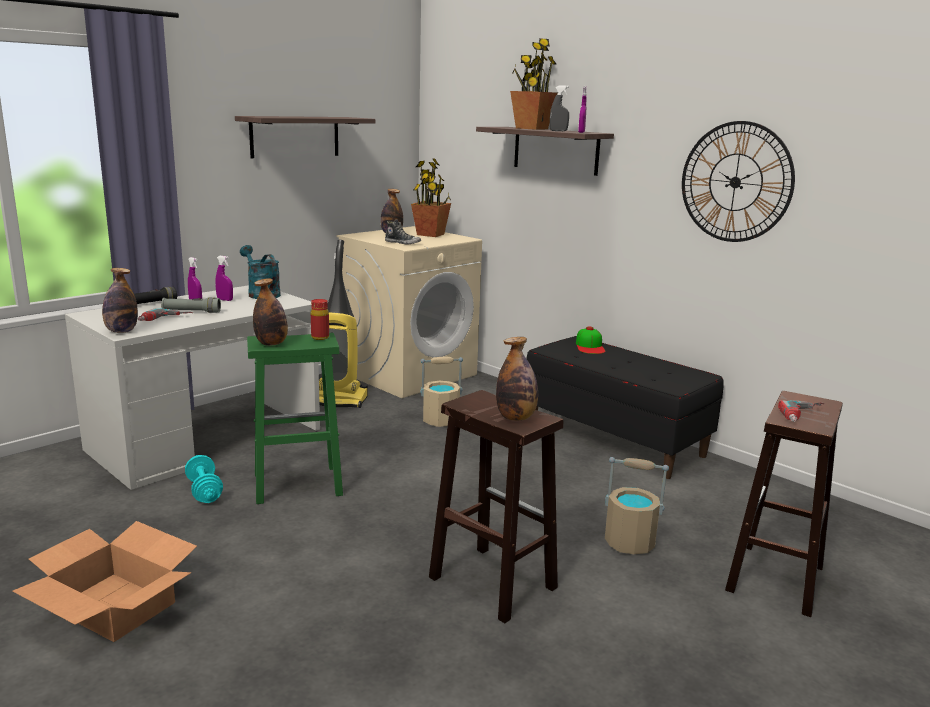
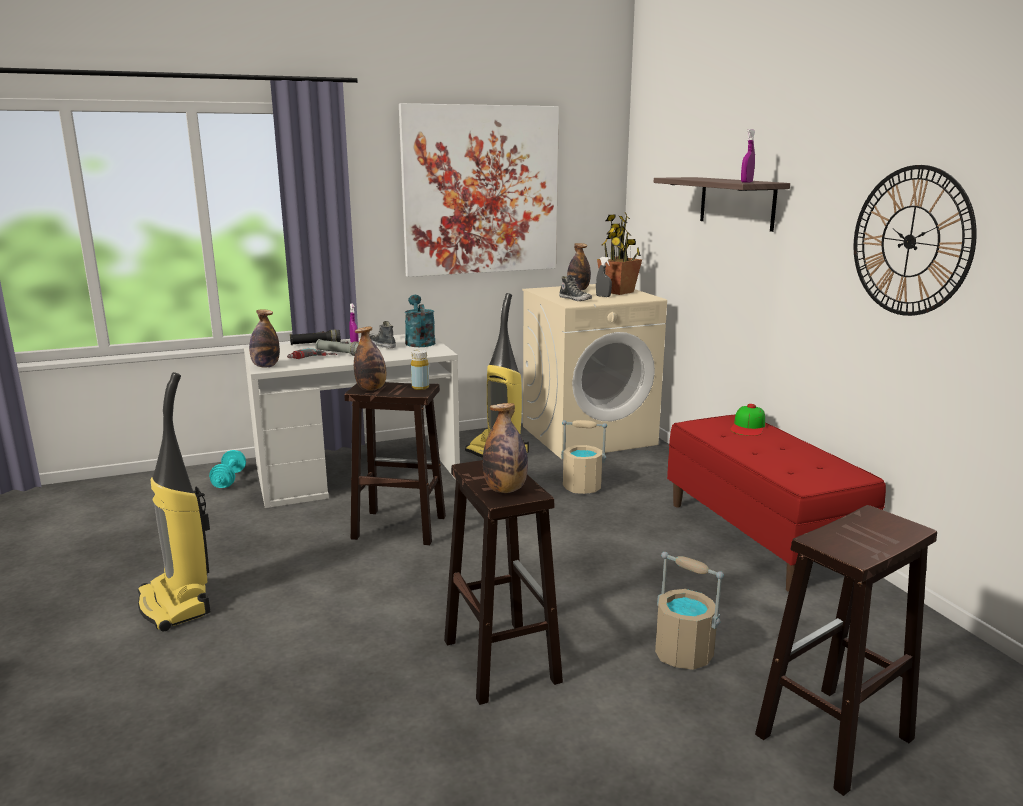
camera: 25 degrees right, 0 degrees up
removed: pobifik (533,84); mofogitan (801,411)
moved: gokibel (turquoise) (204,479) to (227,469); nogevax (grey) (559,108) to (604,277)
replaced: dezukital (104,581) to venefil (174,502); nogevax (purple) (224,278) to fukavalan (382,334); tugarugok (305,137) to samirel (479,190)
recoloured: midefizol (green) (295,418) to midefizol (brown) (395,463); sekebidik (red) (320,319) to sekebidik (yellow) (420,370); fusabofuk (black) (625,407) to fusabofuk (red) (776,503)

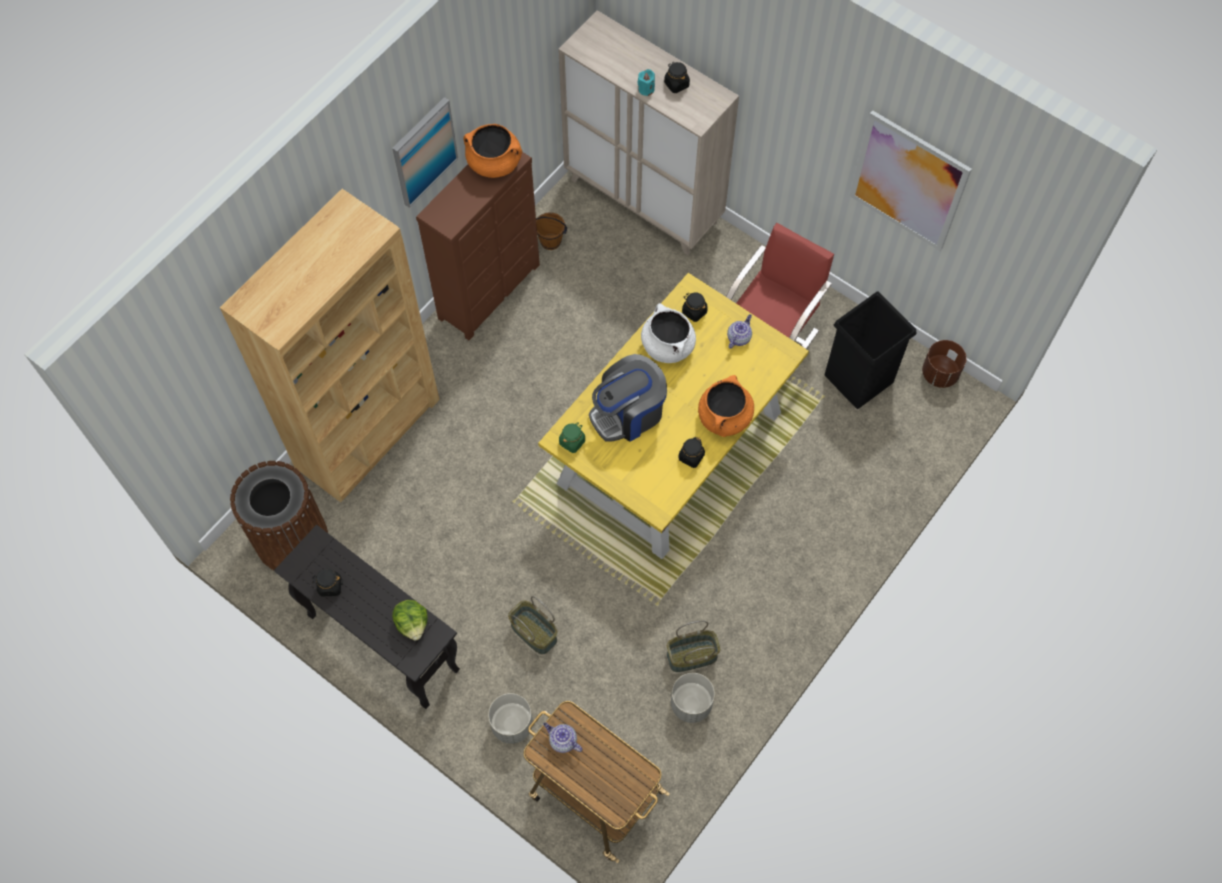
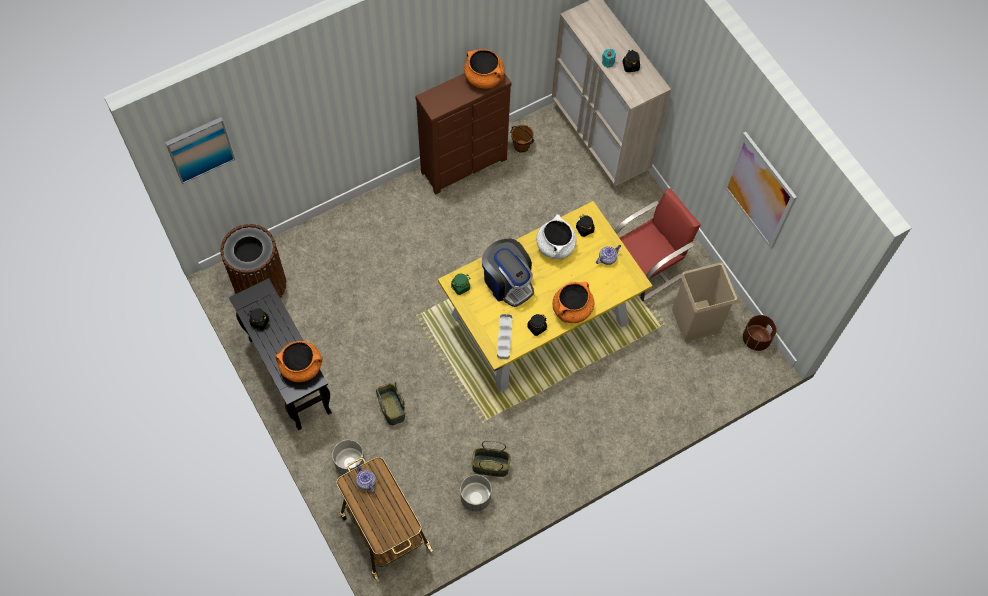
camera: 20 degrees right, 0 degrees up
removed: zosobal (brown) (330,345)
added: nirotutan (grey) (504,336)
moved: samirel (425,152) to (200,150)
replaced: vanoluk (410,620) to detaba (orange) (299,361)
recoloured: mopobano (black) (870,350) to mopobano (beige) (704,302)
turned: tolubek (628,398) = (508,273) 120 degrees counterclockwise

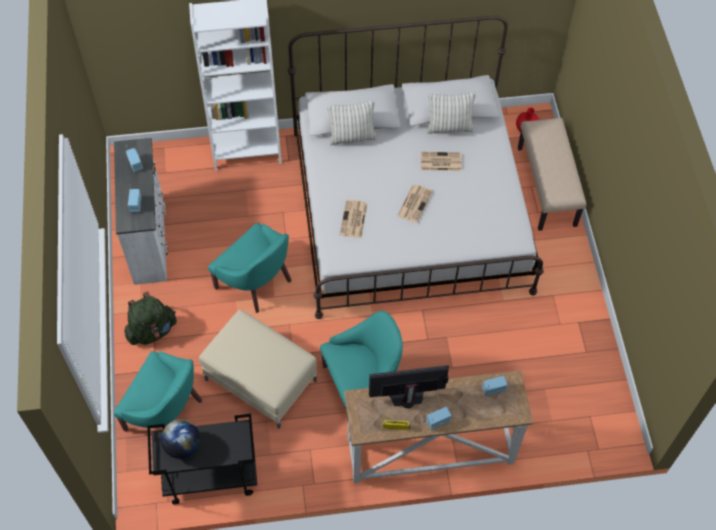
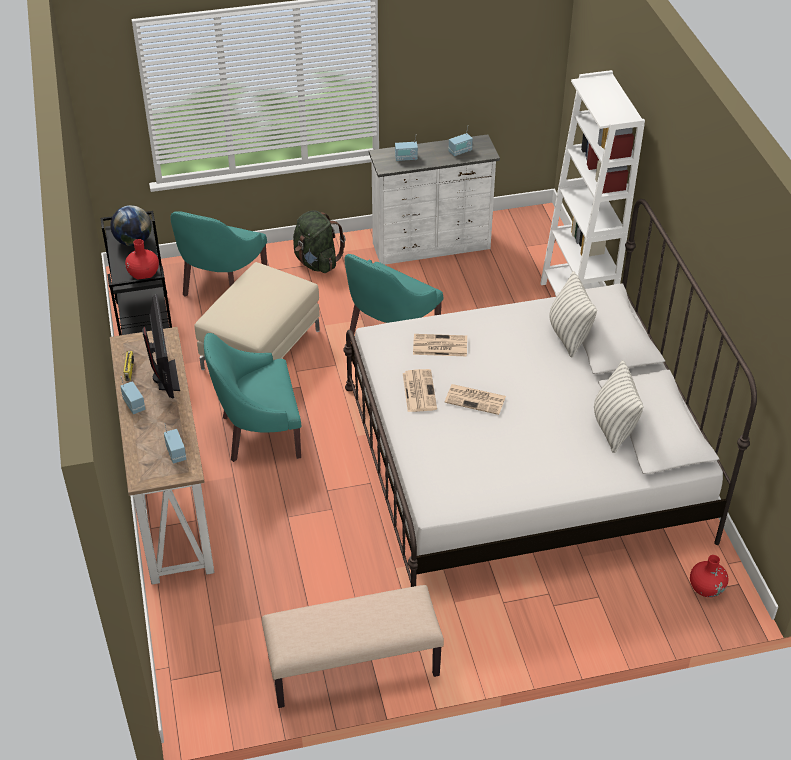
camera: 85 degrees right, 15 degrees down
added: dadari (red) (142,259)
moved: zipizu (441,161) to (420,390); fusabofuk (beige) (552,174) to (353,646)
turned: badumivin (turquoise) (361,367) = (252,397) 105 degrees clockwise

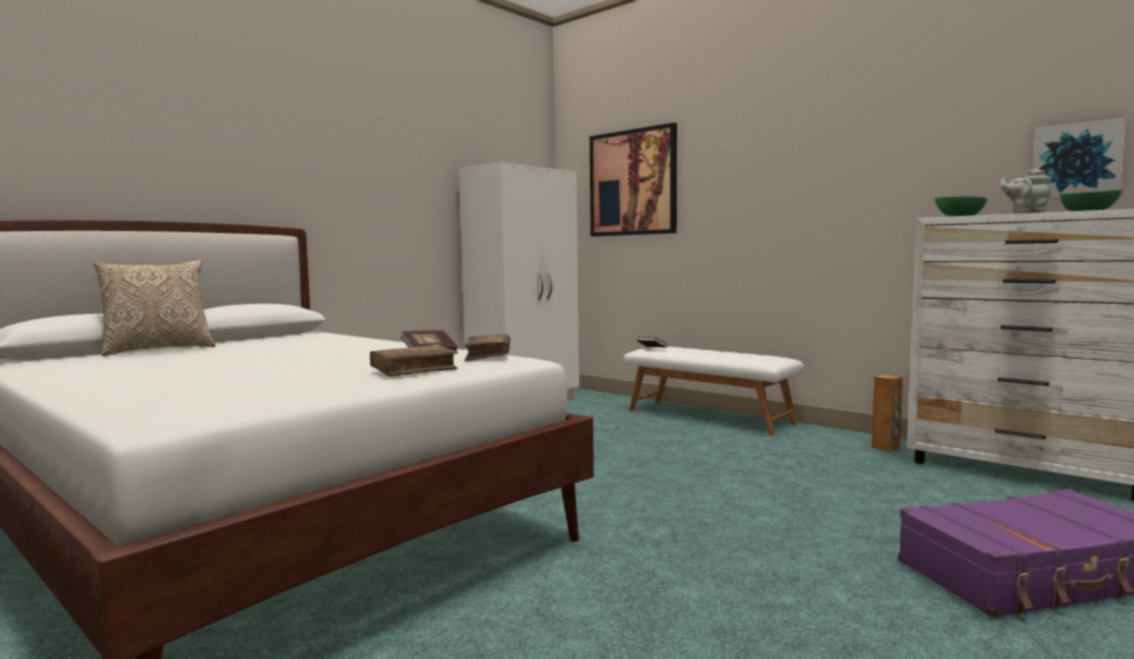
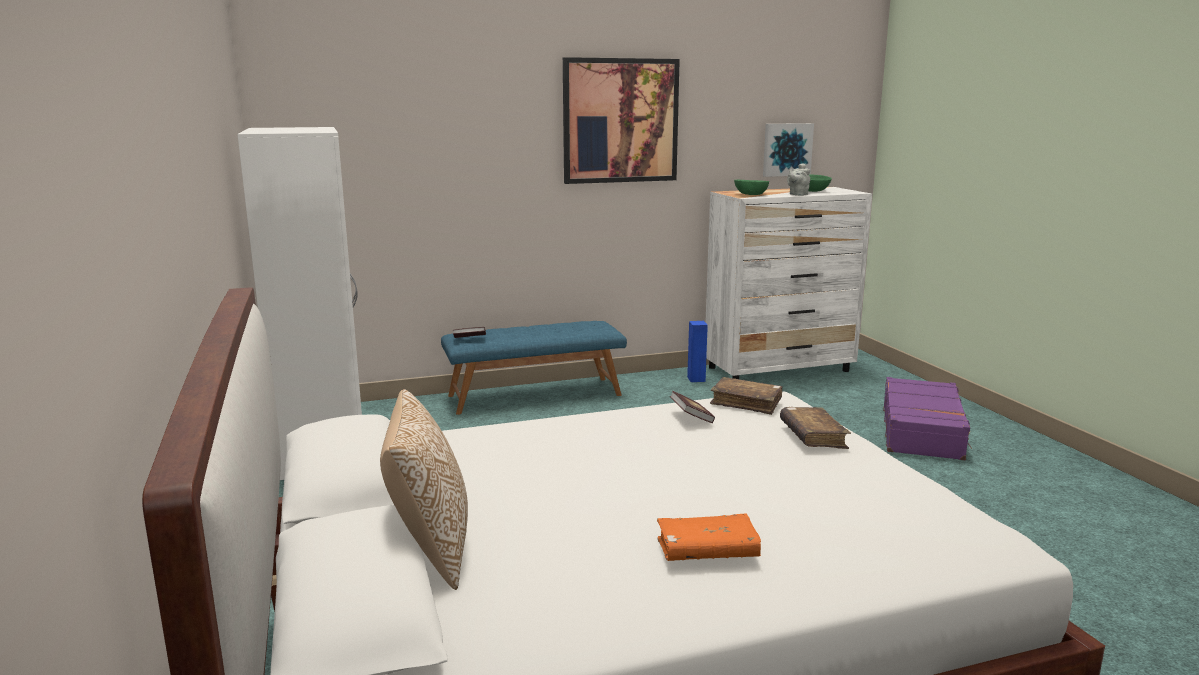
camera: 60 degrees left, 10 degrees up
added: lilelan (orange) (709,537)
moved: samirel (633,179) to (621,120)
recoloured: fusabofuk (white) (714,391) to fusabofuk (blue) (534,368); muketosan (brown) (887,413) to muketosan (blue) (697,351)

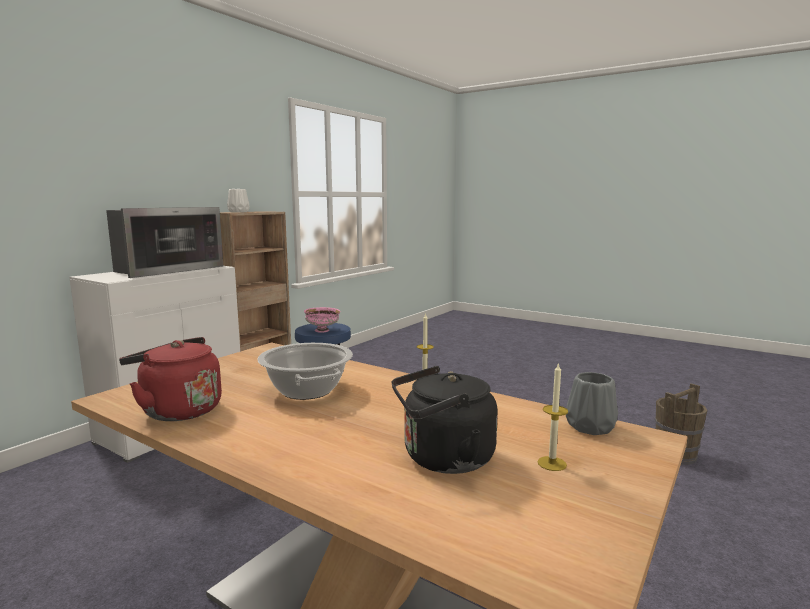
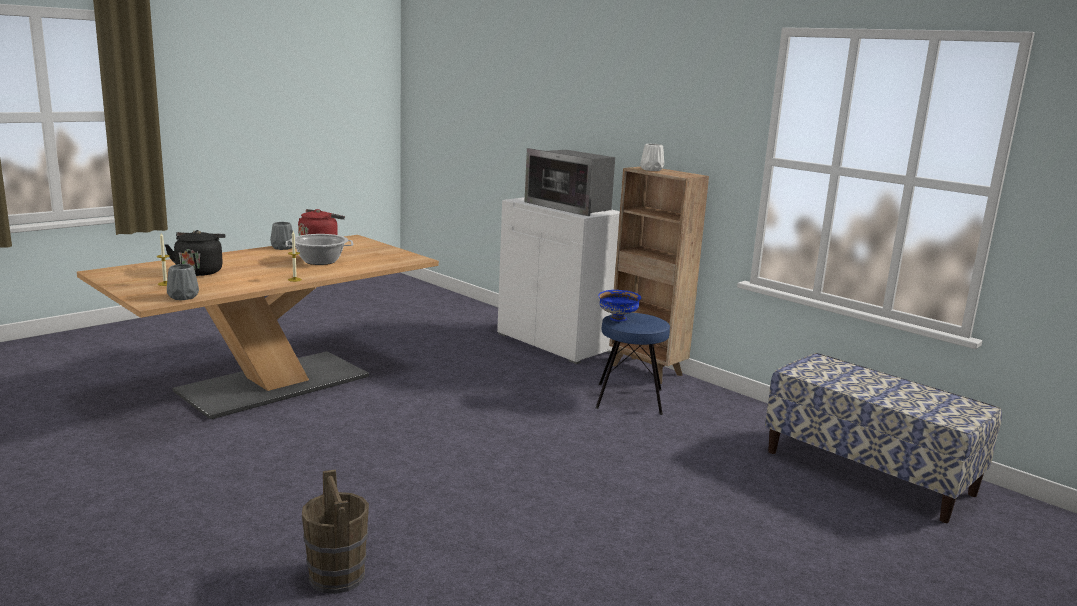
camera: 100 degrees right, 5 degrees up
added: dadari (grey) (281,236); fusabofuk (883,438)
recoloured: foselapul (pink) (322,320) to foselapul (blue) (619,306)

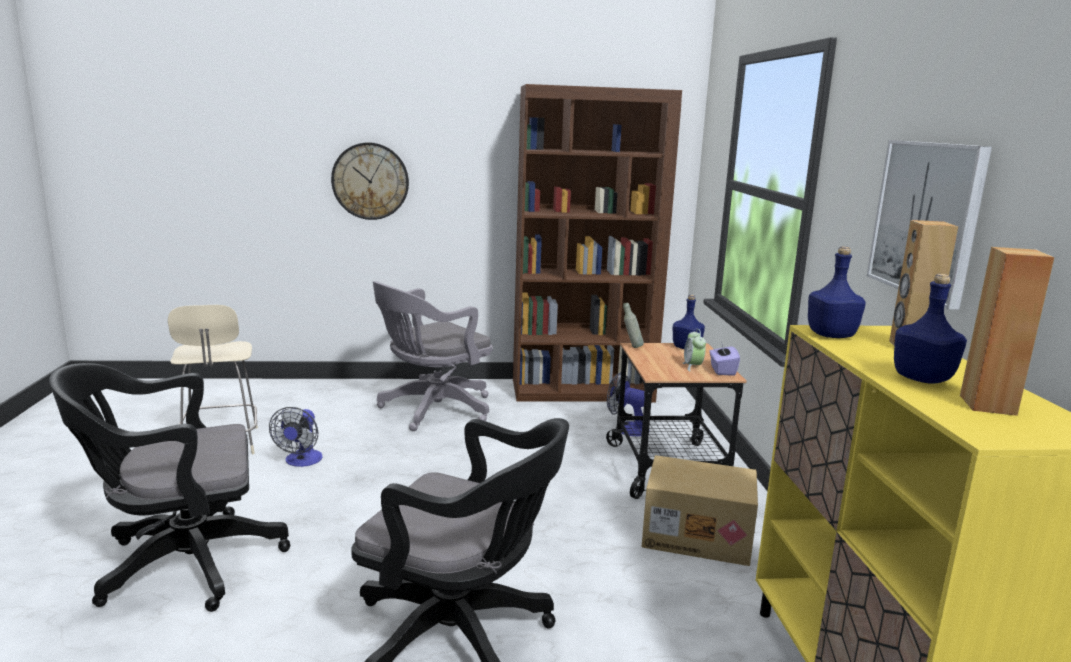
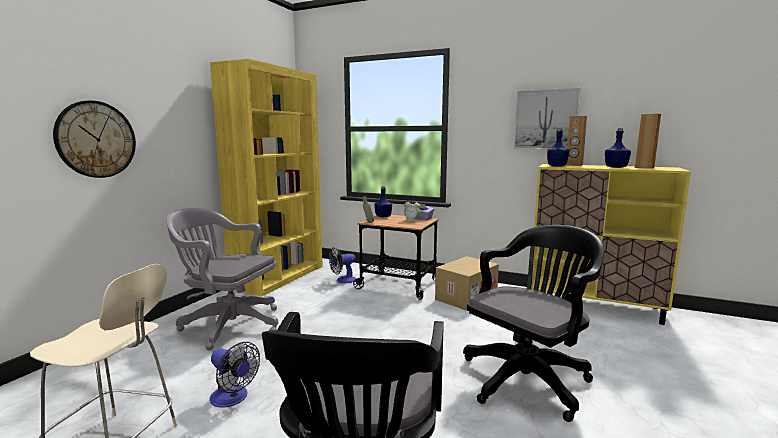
camera: 60 degrees left, 5 degrees down
recoloured: zosobal (brown) (597,243) to zosobal (yellow) (266,177)
turned: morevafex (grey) (433,356) = (222,279) 120 degrees clockwise

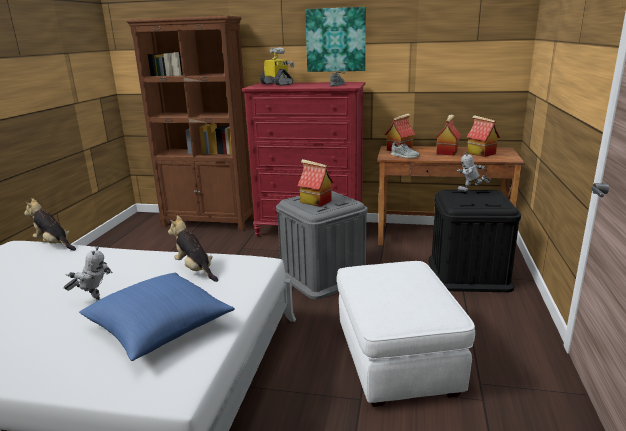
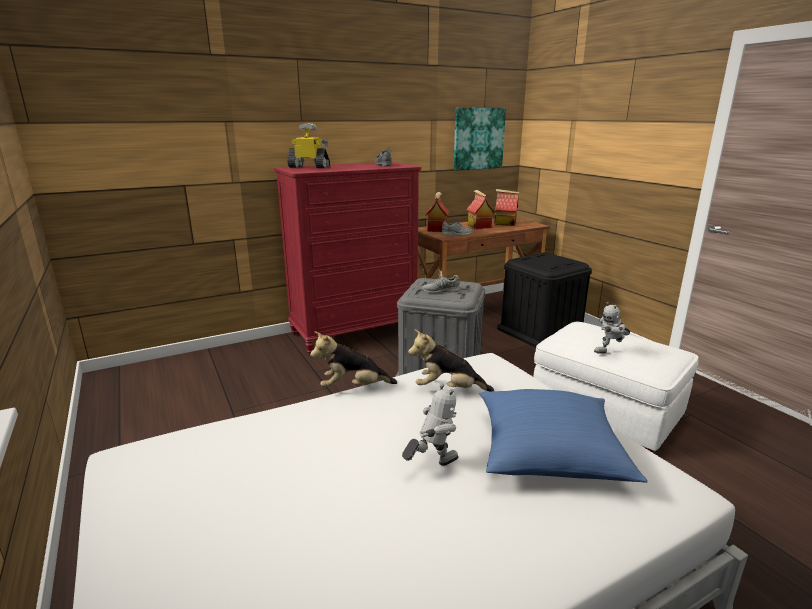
camera: 40 degrees left, 0 degrees up
removed: zosobal (brown) (190,123)
moved: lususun (50,224) to (353,359); samirel (335,39) to (480,139); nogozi (474,172) to (612,328)
replaced: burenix (316,183) to fukavalan (grey) (440,282)

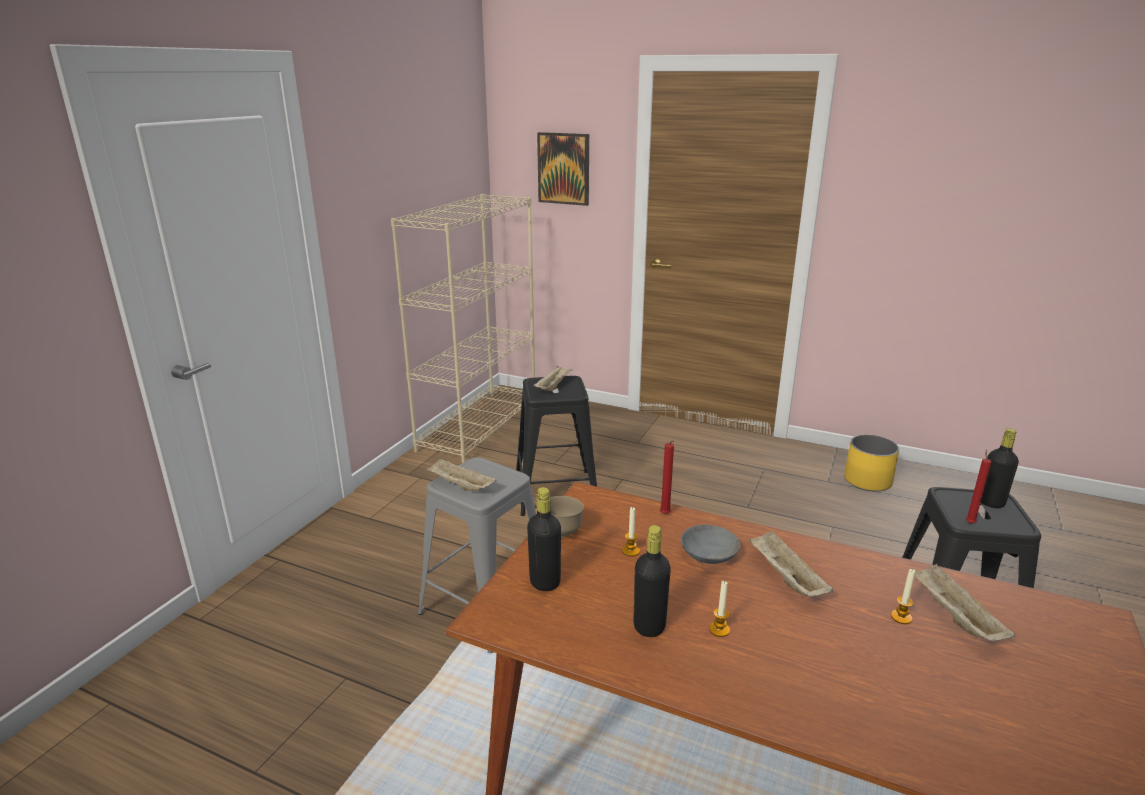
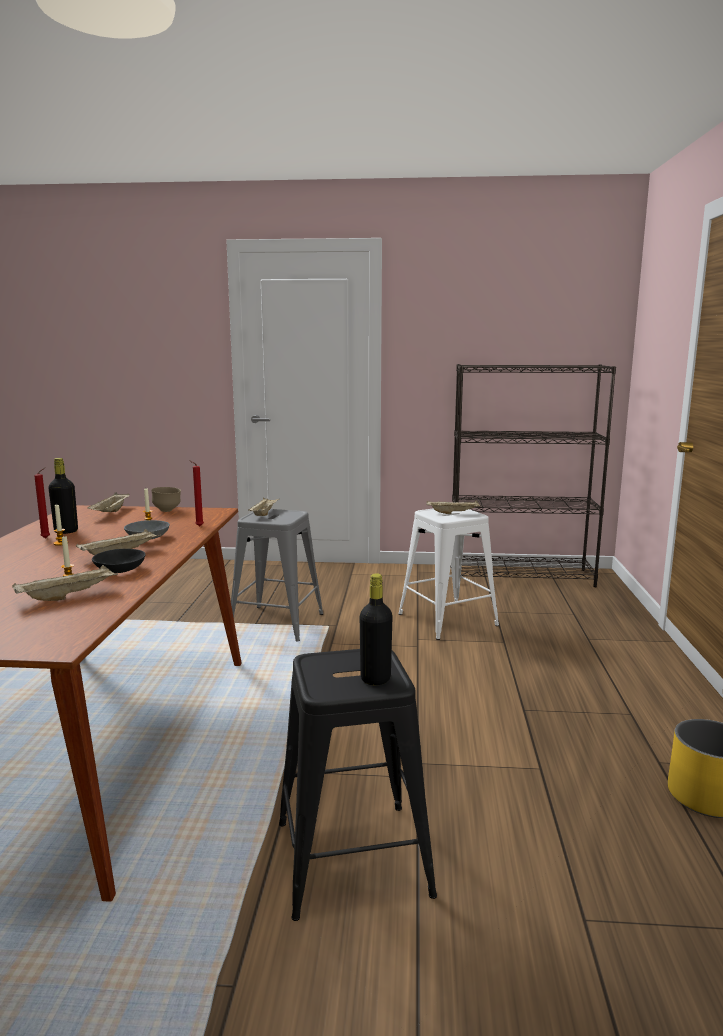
camera: 70 degrees right, 10 degrees down
removed: samirel (563,169)
added: foselapul (black) (119,561)
moved: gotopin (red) (979,486) to (42,502)
replaced: sekebidik (black) (544,539) to nirotutan (beige) (109,502)
recoloured: zosobal (beige) (463,328) to zosobal (black) (534,475); midefizol (black) (557,446) to midefizol (white) (448,574)

